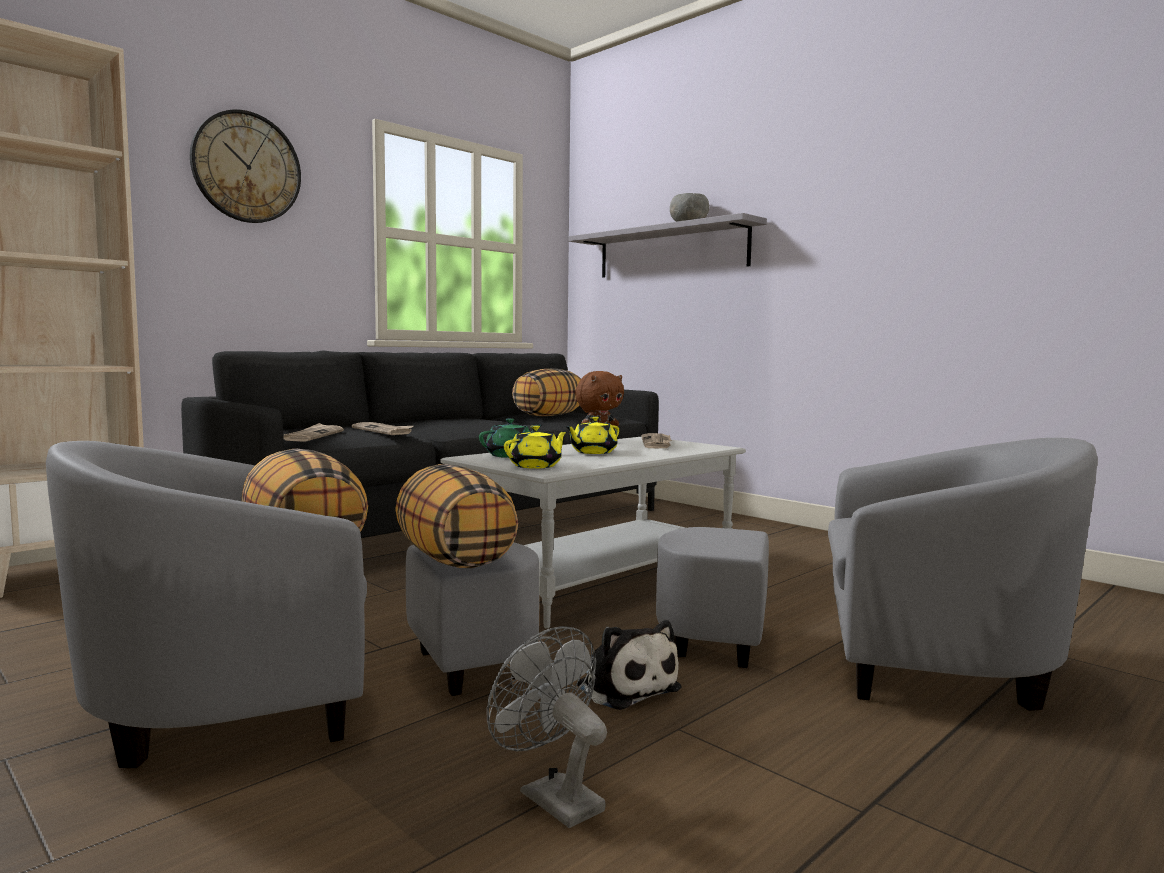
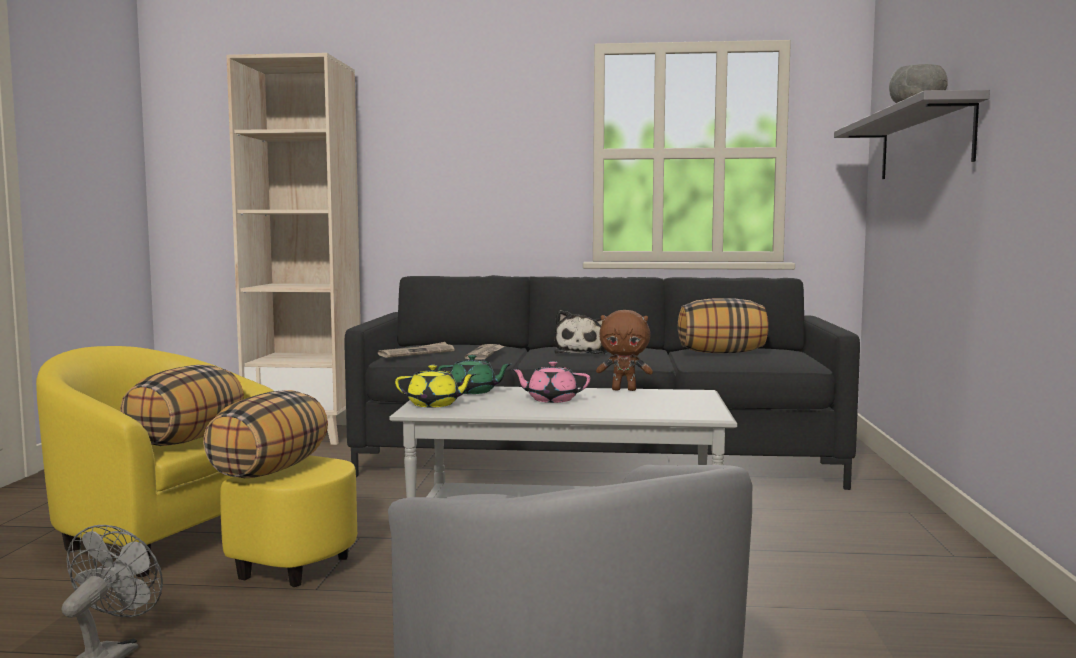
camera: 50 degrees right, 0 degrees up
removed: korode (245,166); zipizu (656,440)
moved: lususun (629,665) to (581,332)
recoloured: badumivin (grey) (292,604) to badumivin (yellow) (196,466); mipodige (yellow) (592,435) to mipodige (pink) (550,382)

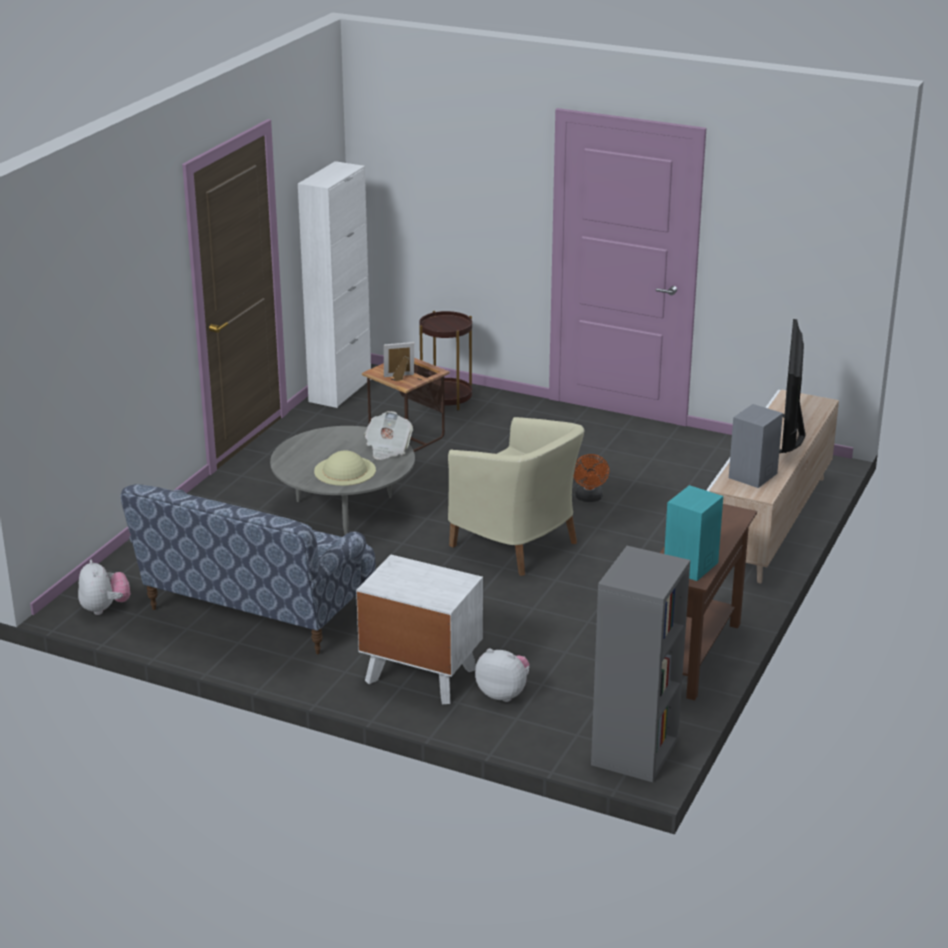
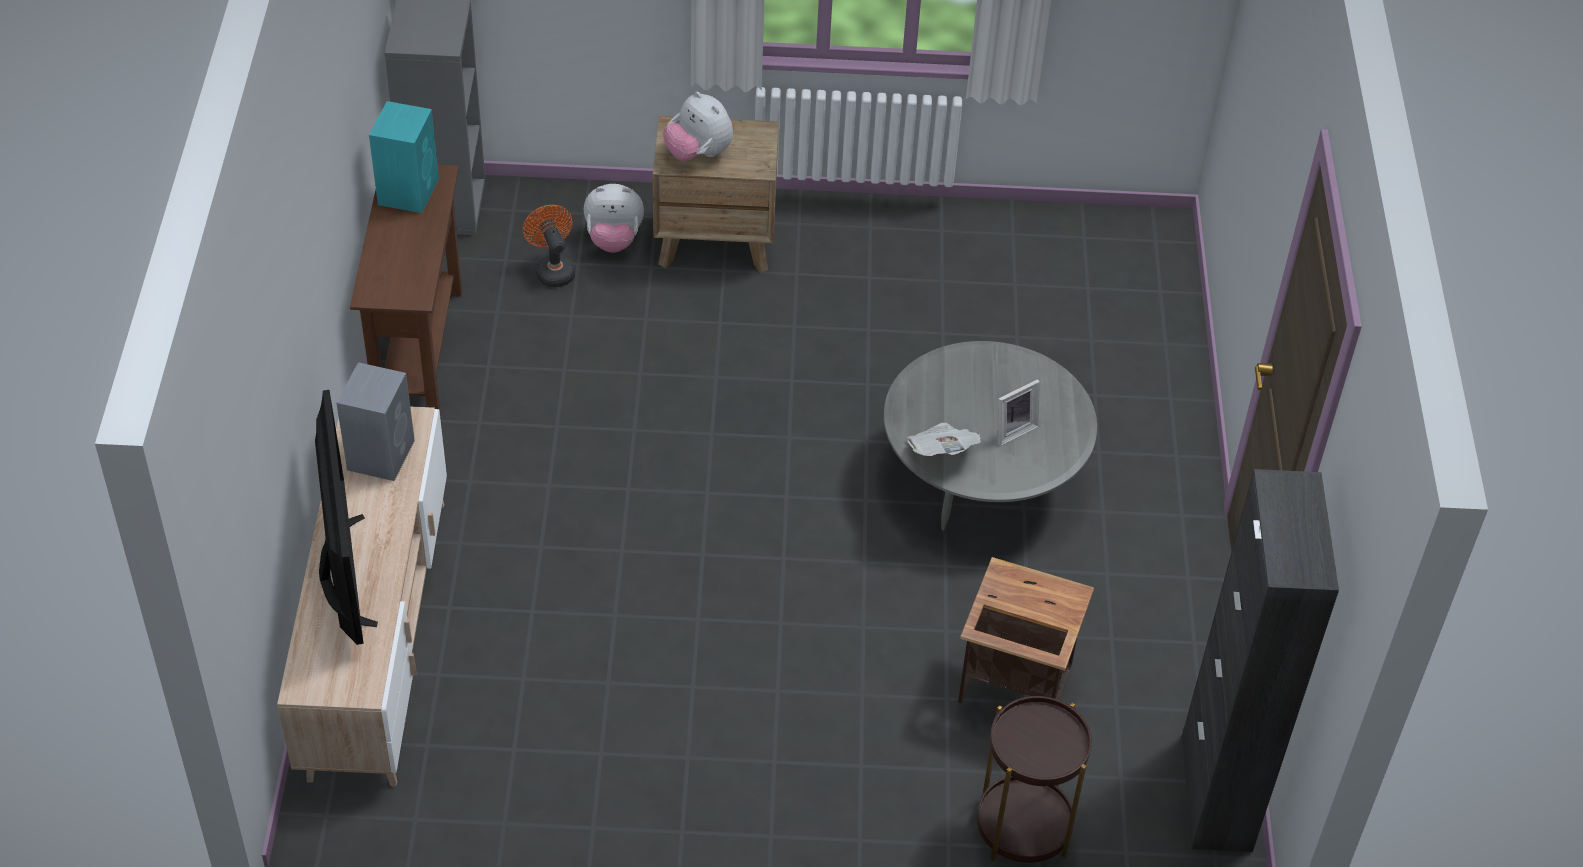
camera: 155 degrees right, 20 degrees up
removed: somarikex (248,569); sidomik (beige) (345,468); badumivin (beige) (516,496)
moved: lususun (104,587) to (698,126); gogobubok (399,361) to (1019,412); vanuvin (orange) (591,478) to (549,246)
recoloured: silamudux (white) (334,284) to silamudux (black) (1260,660); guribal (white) (419,629) to guribal (brown) (716,194)

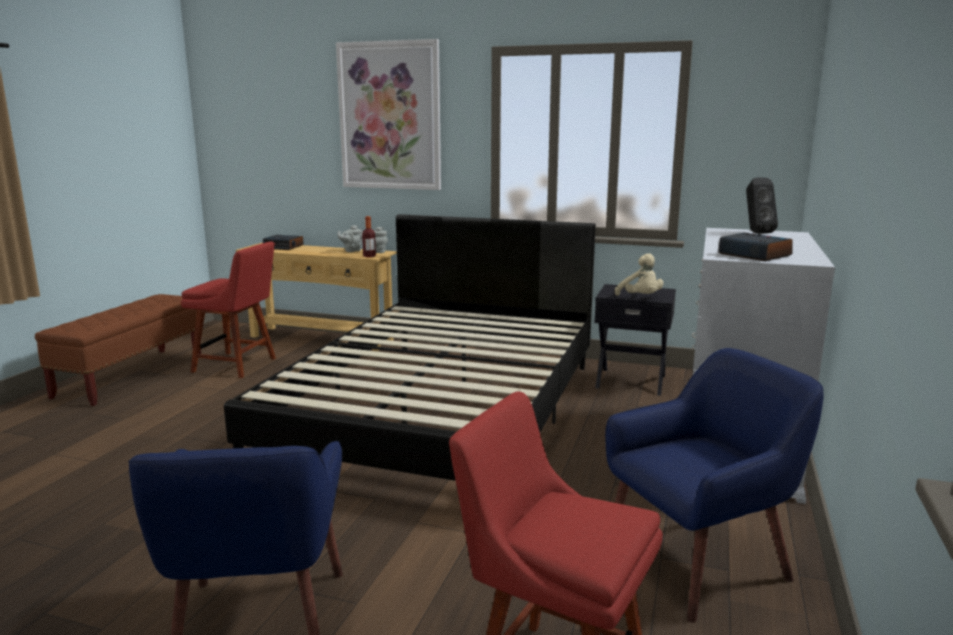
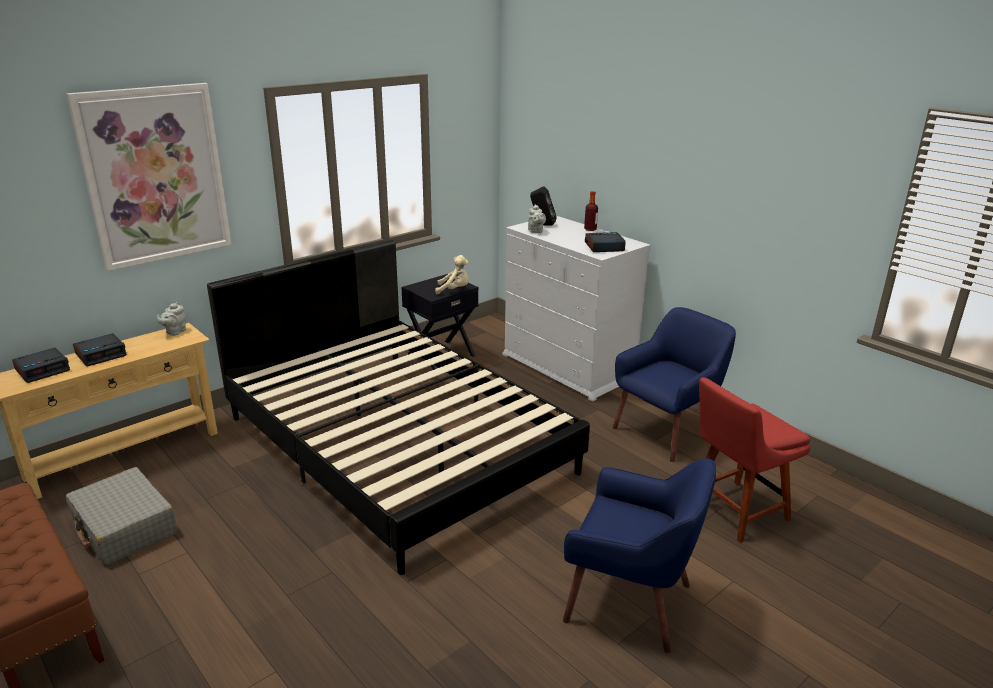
camera: 60 degrees left, 10 degrees up
added: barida (100,349)
moved: mipodige (grey) (350,238) to (537,219); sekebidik (369,236) to (591,211)
replaced: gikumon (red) (228,310) to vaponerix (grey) (121,516)
turned: badumivin (blue) (714,485) = (674,384) 45 degrees clockwise

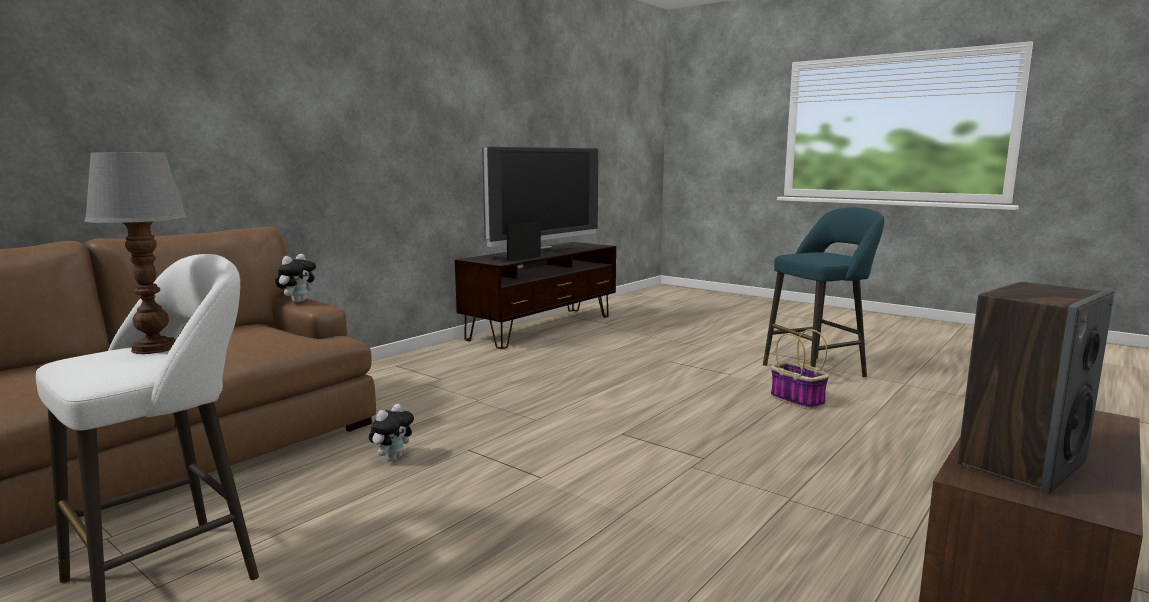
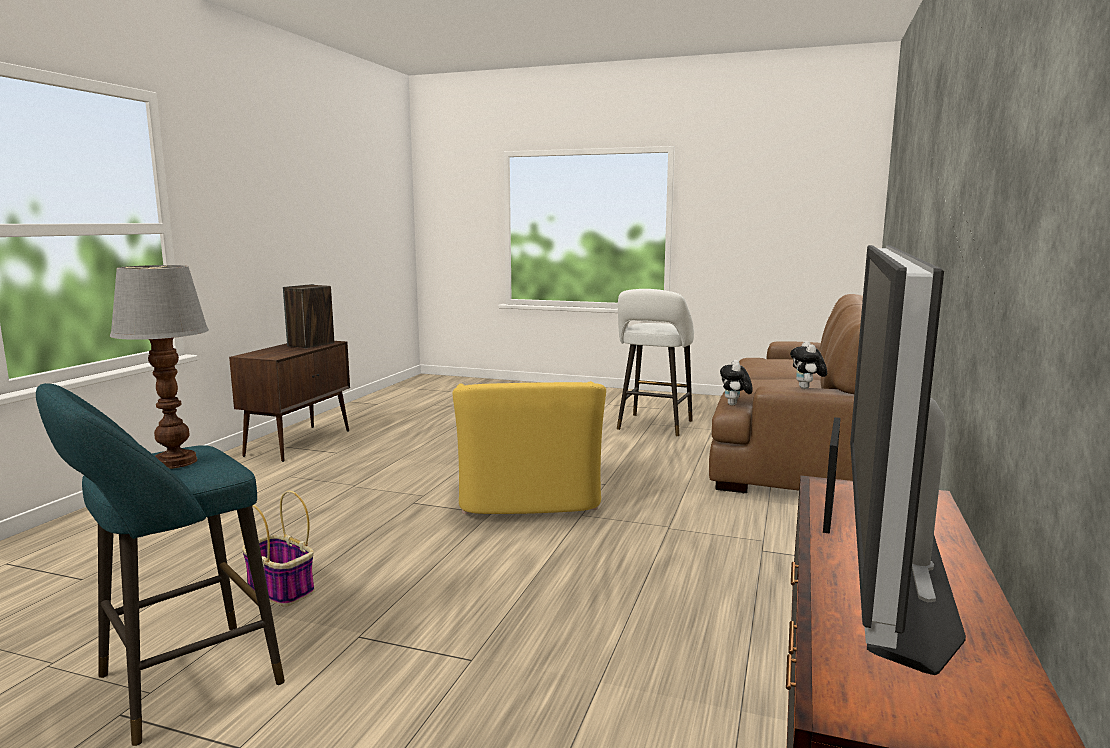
camera: 160 degrees right, 0 degrees up
added: badumivin (yellow) (529,447)
moved: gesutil (136,253) to (159,367); lususun (391,432) to (736,383)

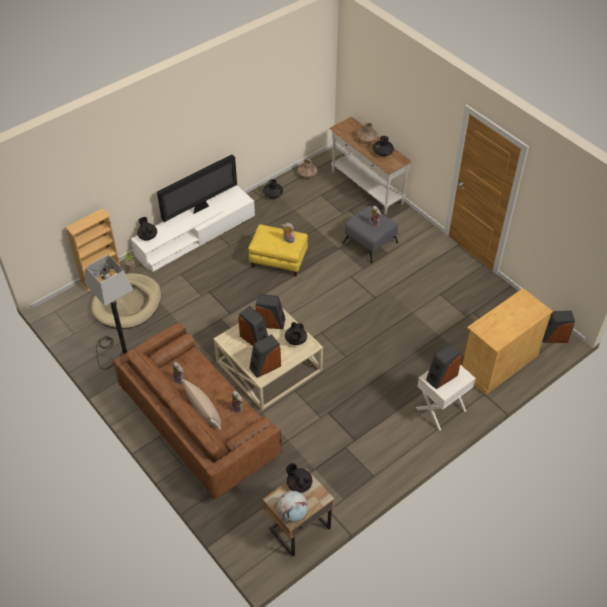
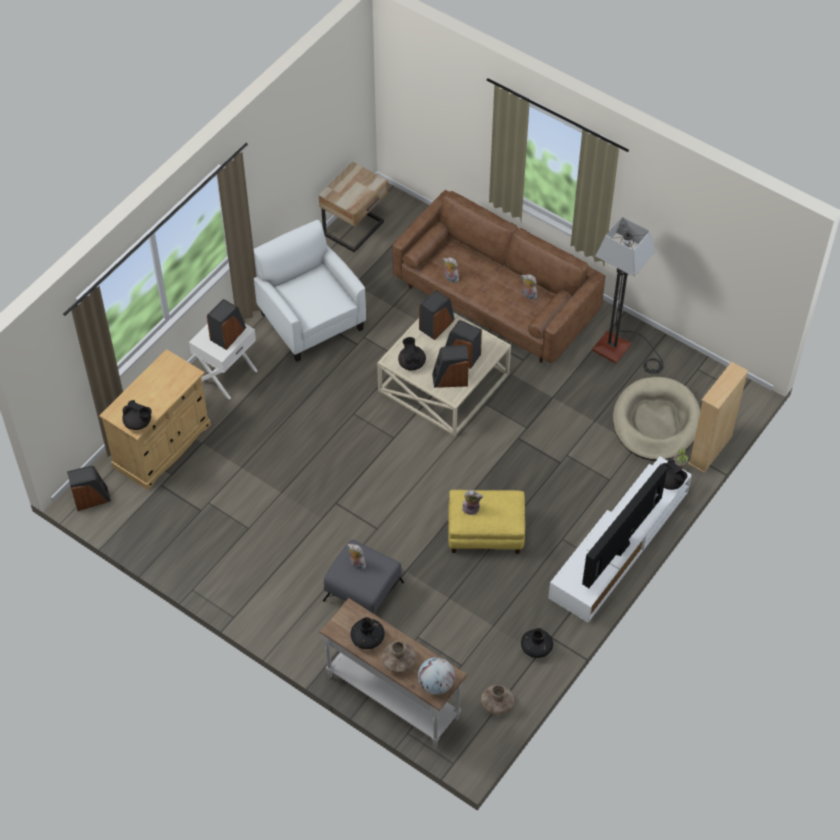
camera: 165 degrees right, 5 degrees up
removed: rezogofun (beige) (201,404)
added: badumivin (white) (310,291)
moved: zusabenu (292,506) to (436,676); mipodige (black) (299,478) to (137,415)

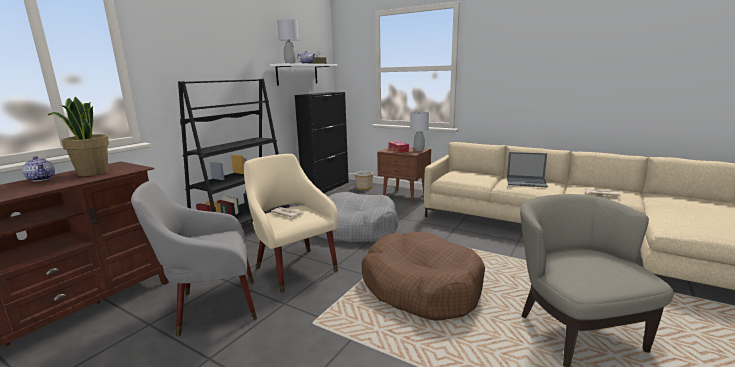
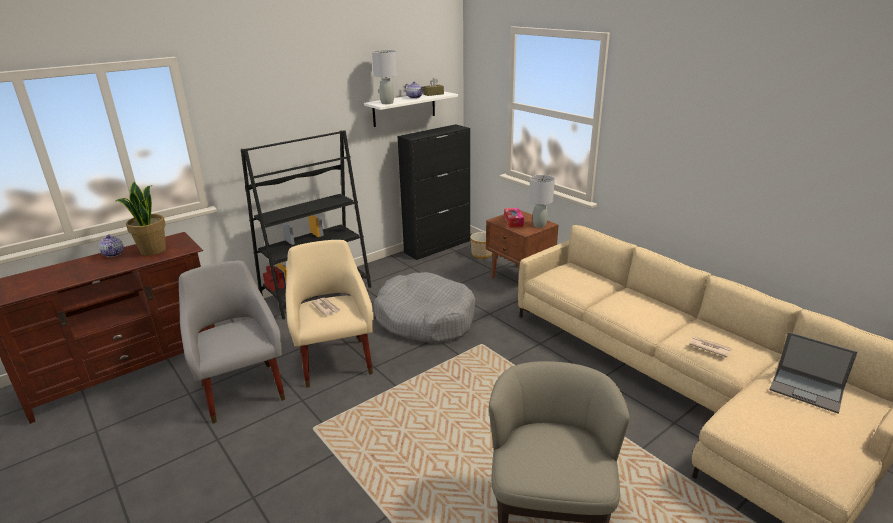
camera: 20 degrees right, 10 degrees up
removed: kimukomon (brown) (423,276)
moved: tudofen (527,170) to (813,373)
turned: badumivin (grey) (194,259) = (232,341) 60 degrees clockwise

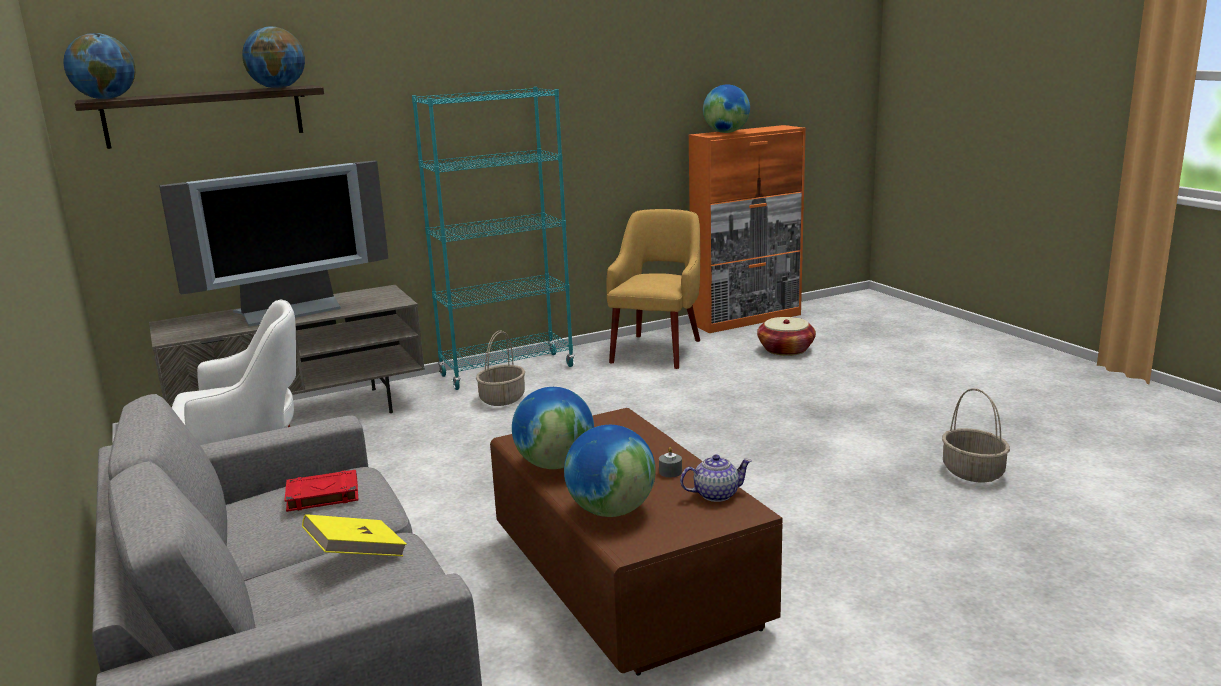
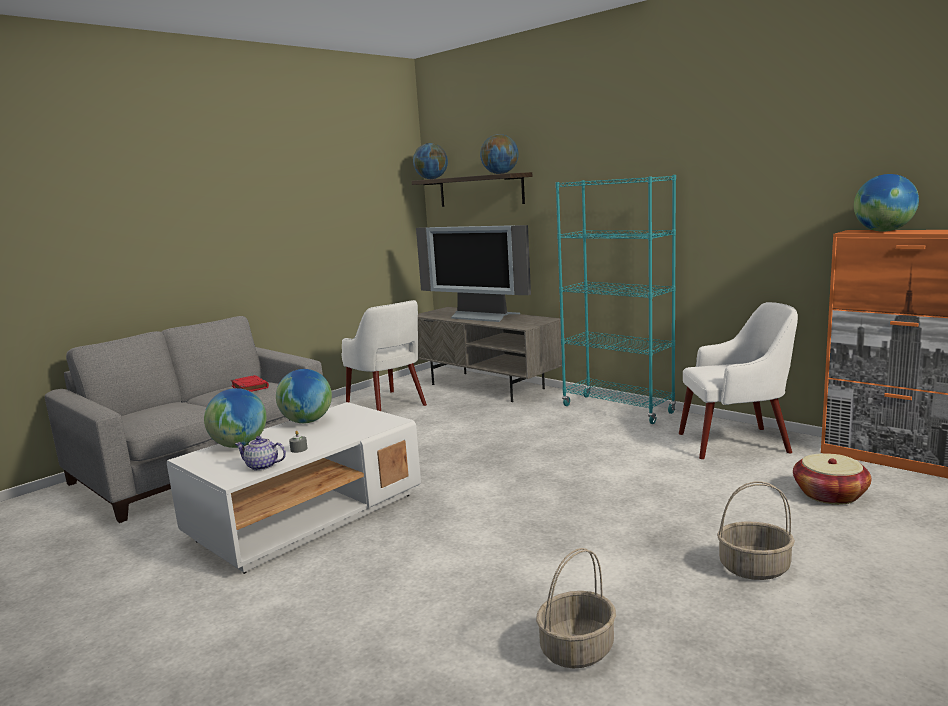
camera: 70 degrees right, 5 degrees down
removed: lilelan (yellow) (354,535)
moved: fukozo (500,368) to (756,531)
recoloured: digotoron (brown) (636,541) to digotoron (white) (294,488); badumivin (yellow) (653,289) to badumivin (white) (738,380)
turned: mipodige (716,478) = (260,453) 135 degrees clockwise

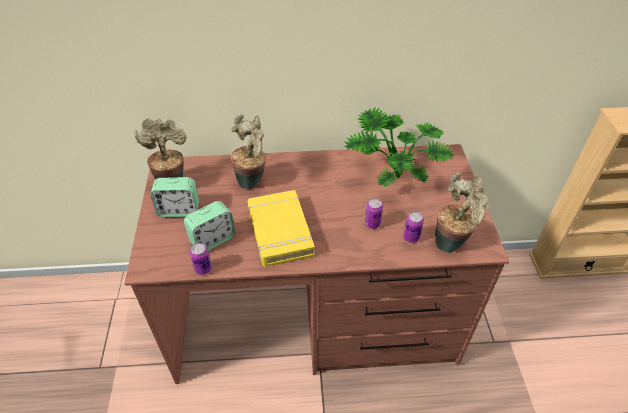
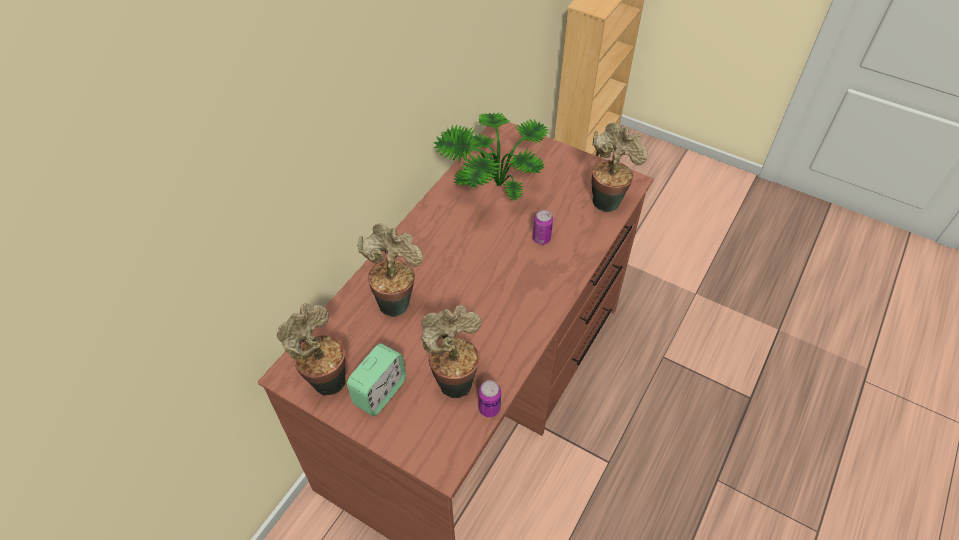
camera: 55 degrees left, 5 degrees up
removed: lilelan (yellow) (281,228); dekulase (413,227)
replaced: barida (209,226) to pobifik (451,351)

